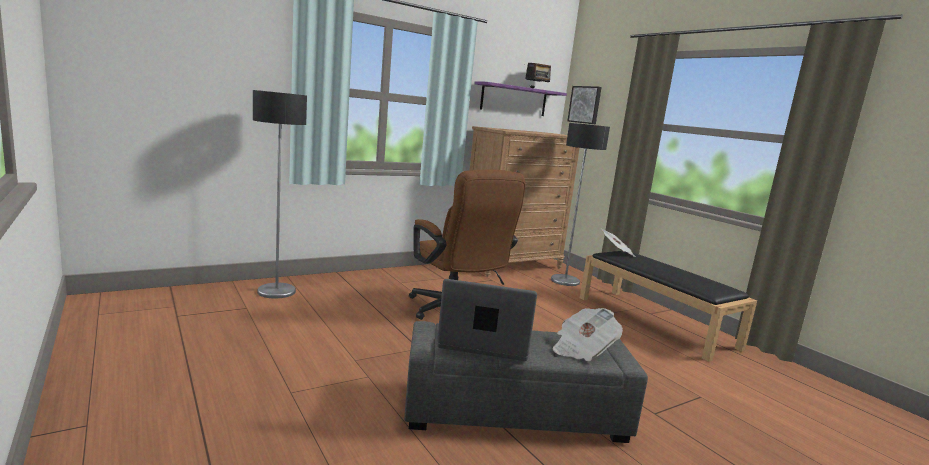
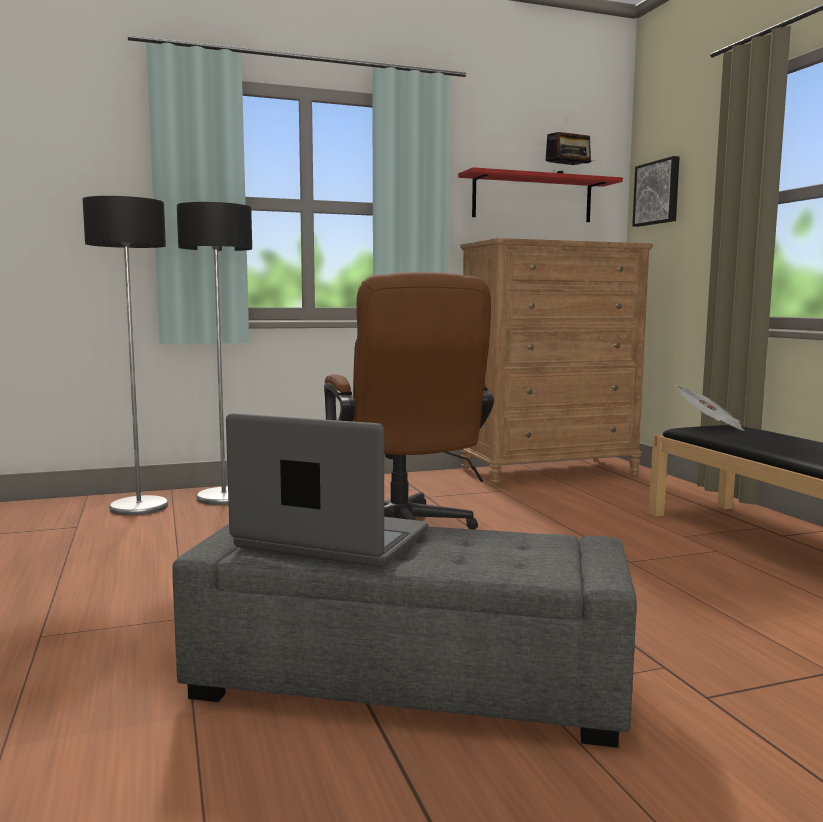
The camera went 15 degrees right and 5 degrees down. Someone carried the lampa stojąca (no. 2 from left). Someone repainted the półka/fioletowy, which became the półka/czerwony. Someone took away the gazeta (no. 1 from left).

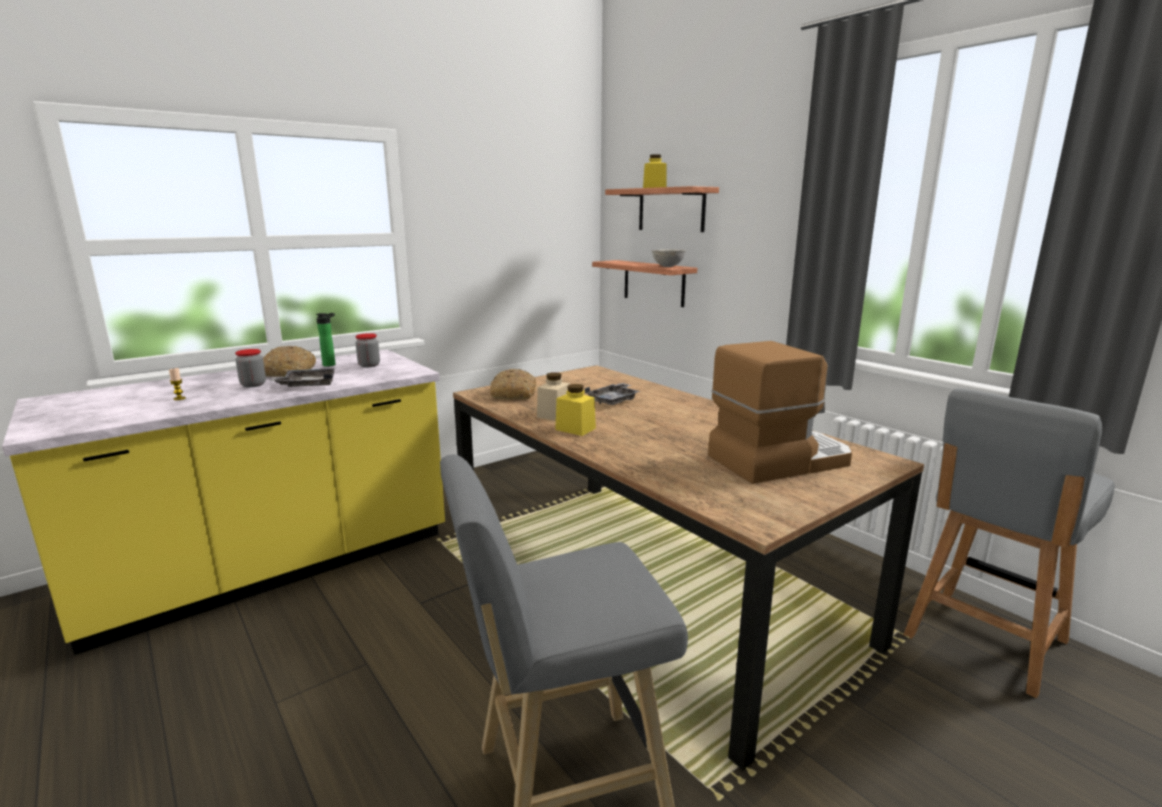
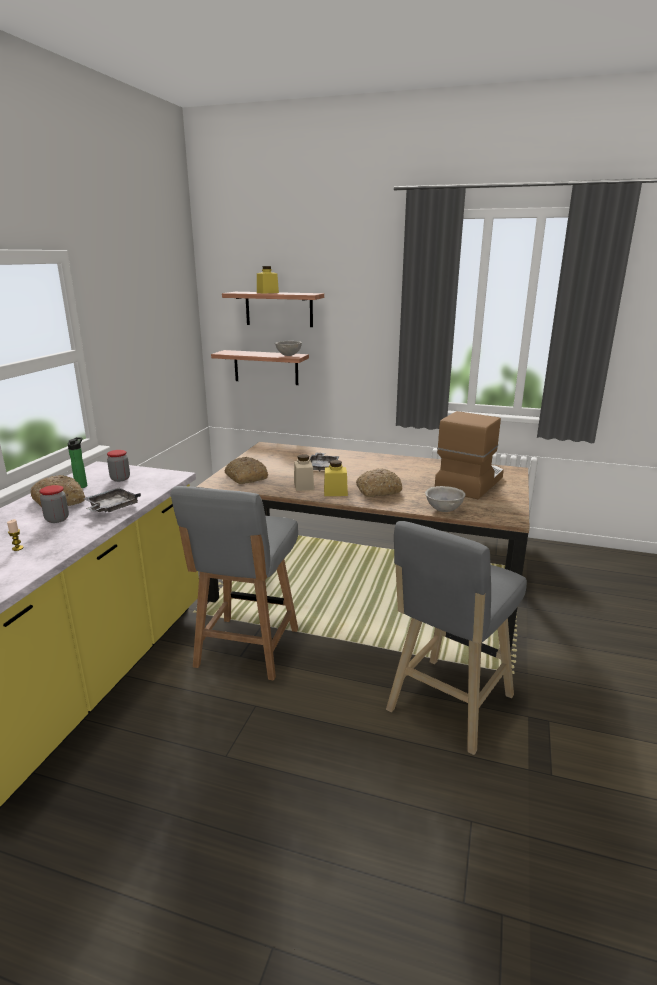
The camera went 35 degrees left and 5 degrees up. Someone carried the krzesło/szary. Someone put down the chleb (no. 3 from left). Someone put down the miska/szary (no. 2 from left).

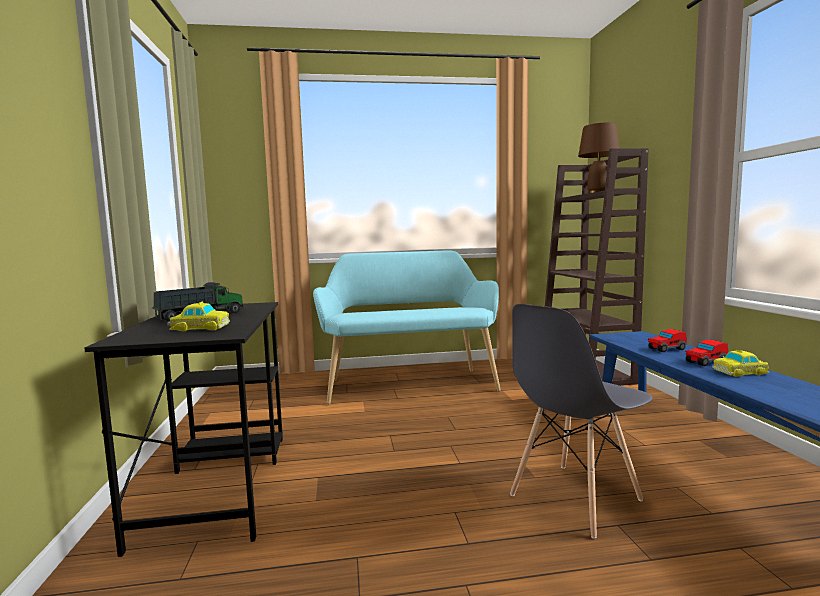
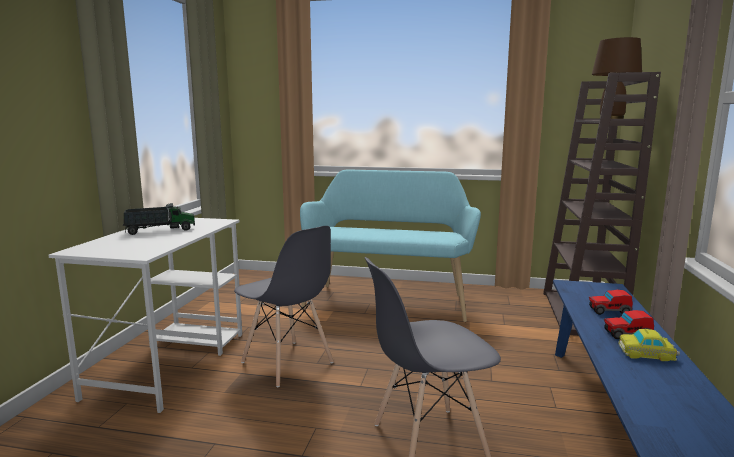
The camera went 20 degrees right and 5 degrees up. Someone repainted the biurko/czarny, which became the biurko/biały. Someone put down the krzesło/szary (no. 1 from left). Someone took away the samochodzik (no. 1 from left).

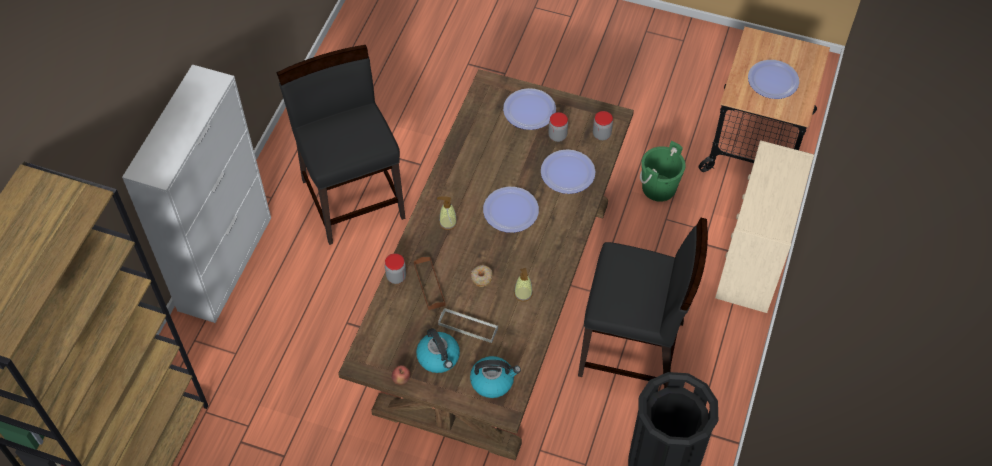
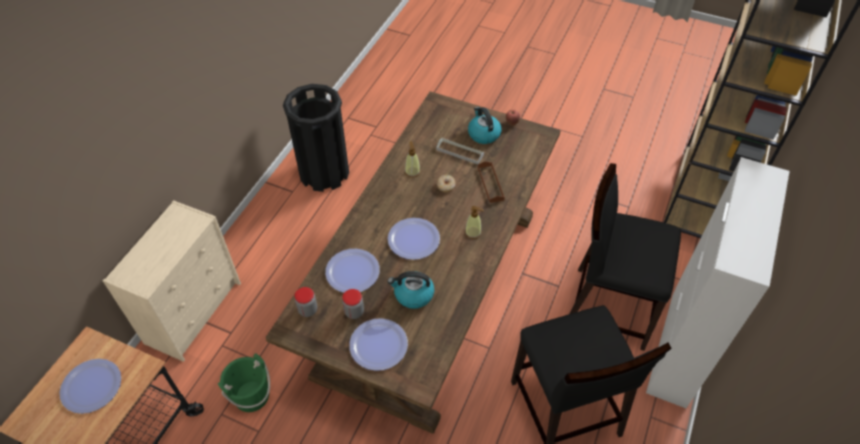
The camera went 175 degrees left and 5 degrees down. Someone carried the czajnik (no. 2 from left in the first image). Someone carried the krzesło/czarny (no. 2 from left). Someone took away the słoik (no. 1 from left).

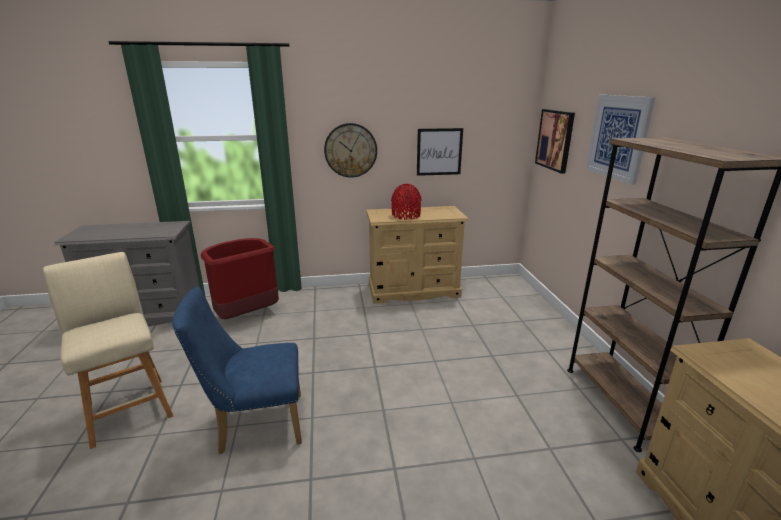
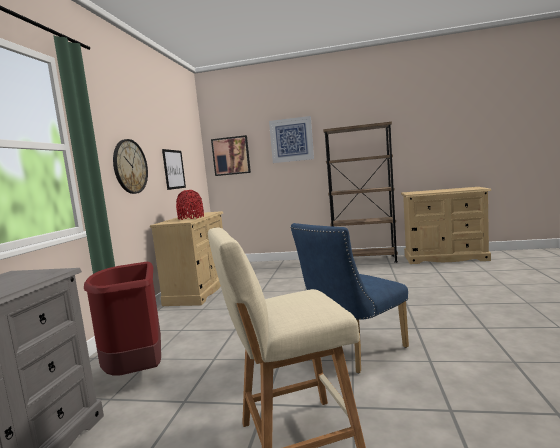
The camera went 70 degrees left and 15 degrees down. Someone rotated the krzesło/niebieski by 45 degrees clockwise.

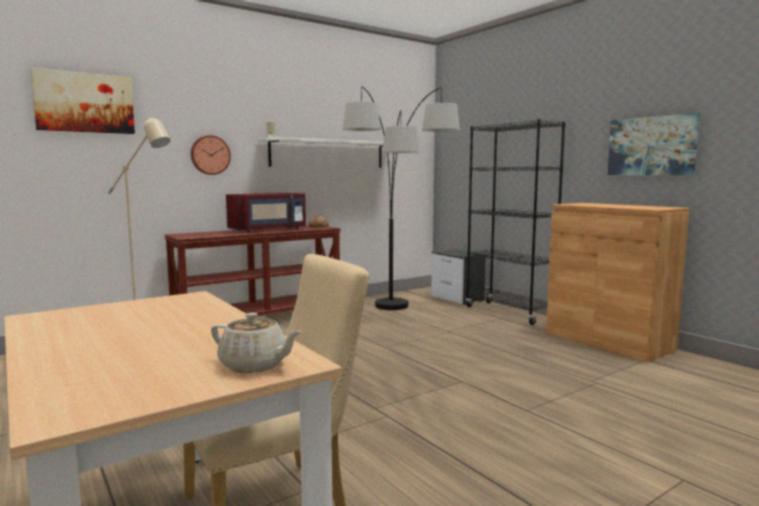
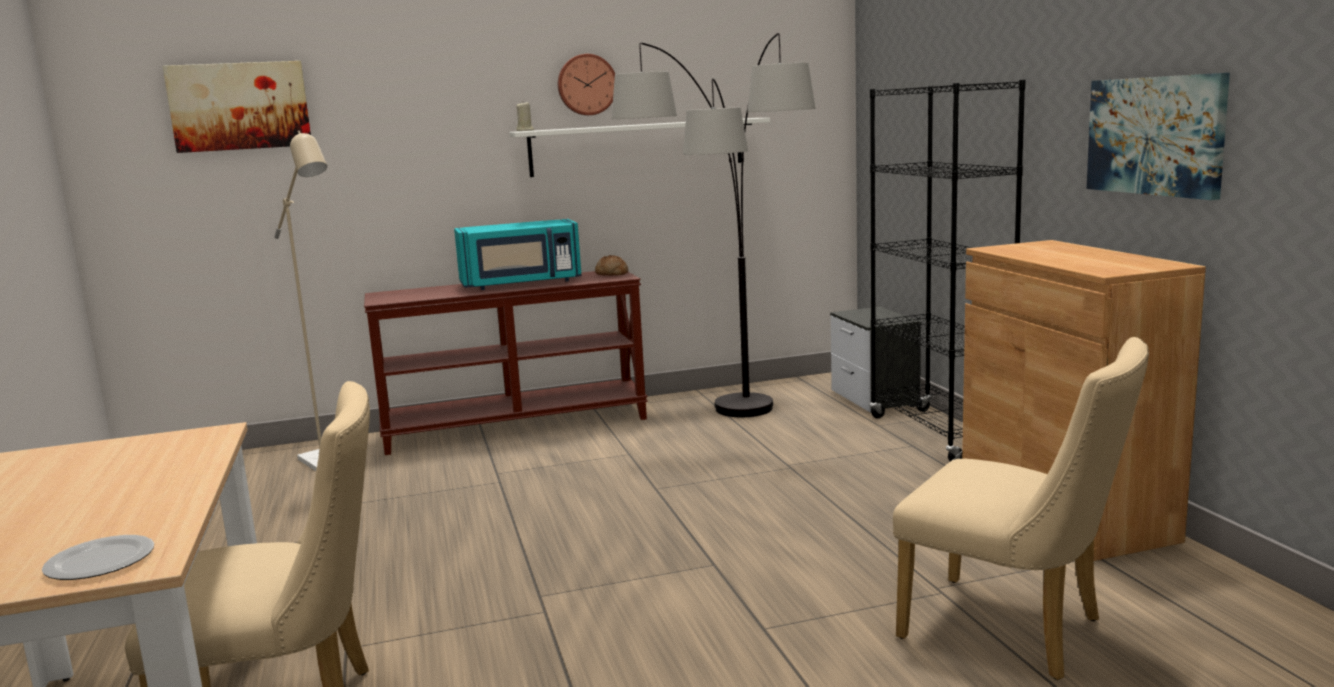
The camera went 20 degrees right and 5 degrees up. Someone swapped the imbryk/beżowy for the talerz. Someone repainted the mikrofalówka/czerwony, which became the mikrofalówka/turkusowy. Someone carried the zegar ścienny. Someone put down the krzesło/beżowy (no. 2 from left).

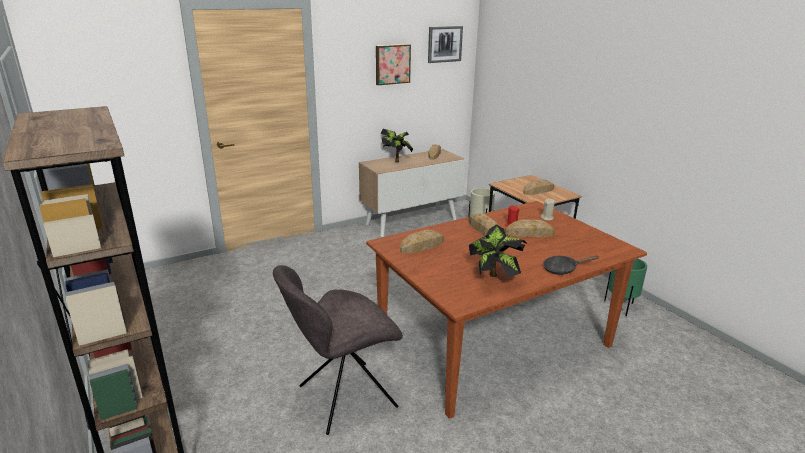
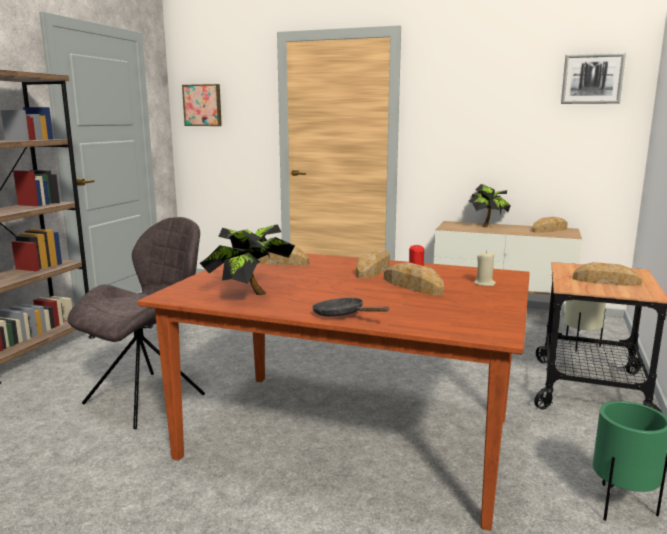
The camera went 50 degrees right and 10 degrees down. Someone rotated the krzesło/szary by 105 degrees clockwise. Someone carried the obraz (no. 1 from left).

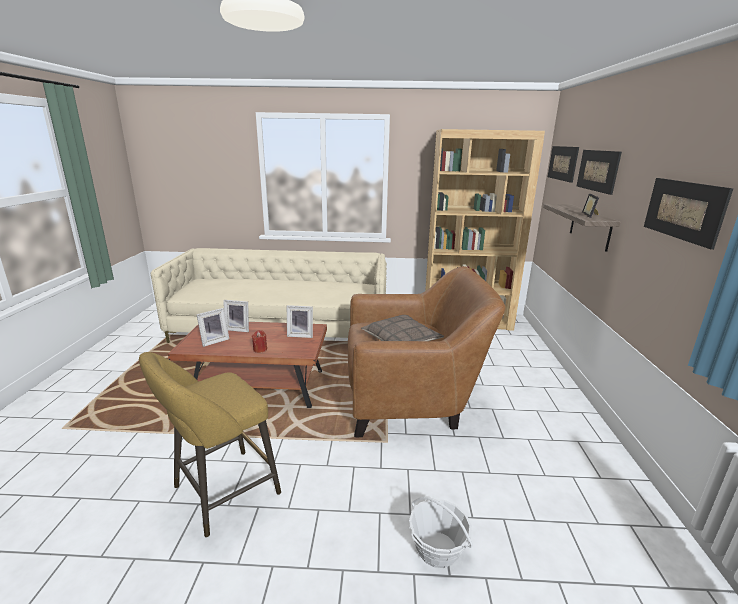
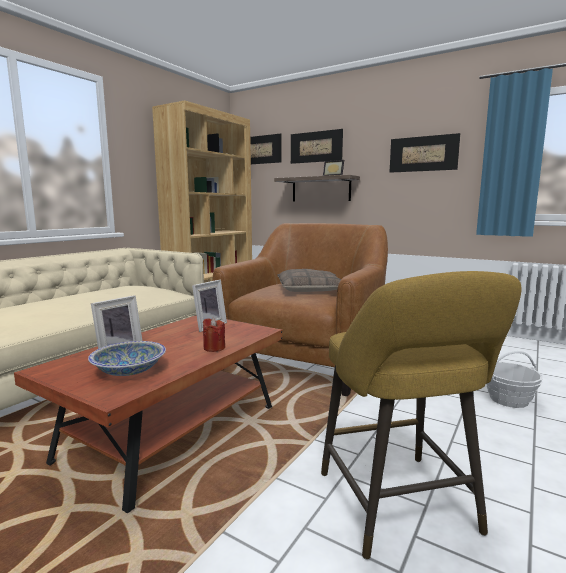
The camera went 60 degrees left and 10 degrees down. Someone swapped the ramka na zdjęcie (no. 1 from left) for the miska.

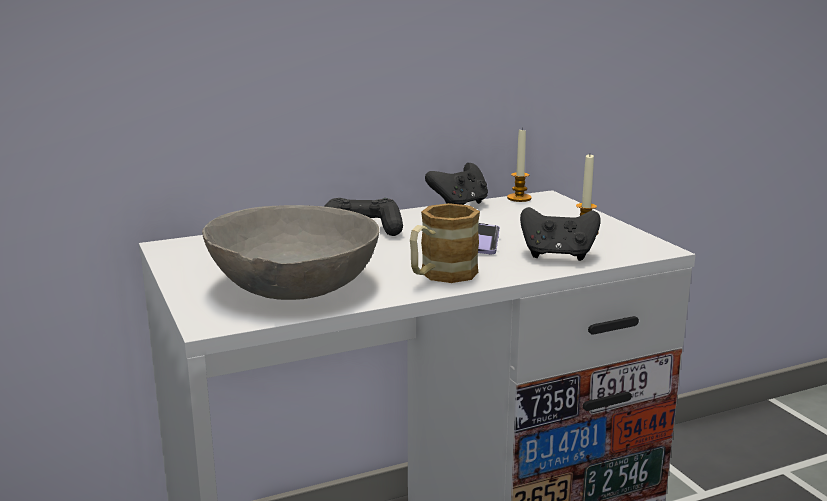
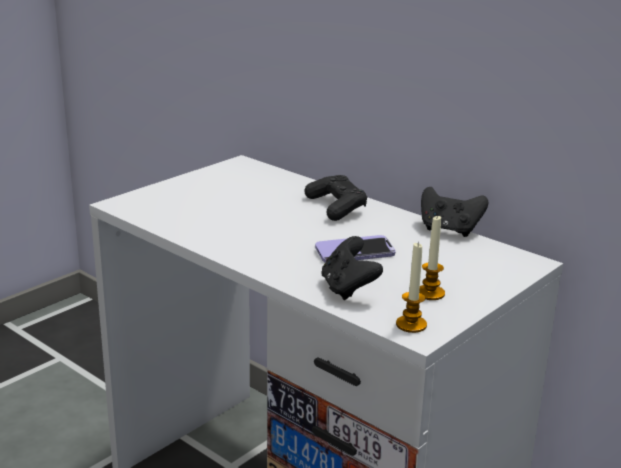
The camera went 65 degrees right and 5 degrees up. Someone carried the świeca (no. 1 from left). Someone took away the miska/szary. Someone took away the kubek.

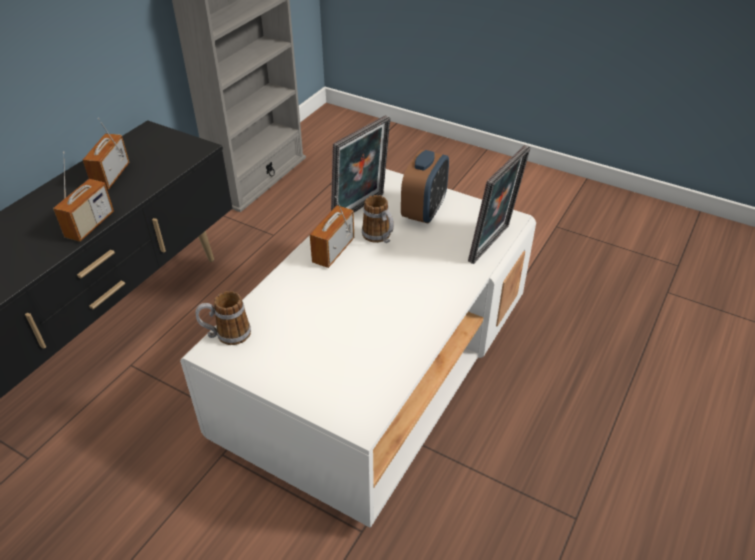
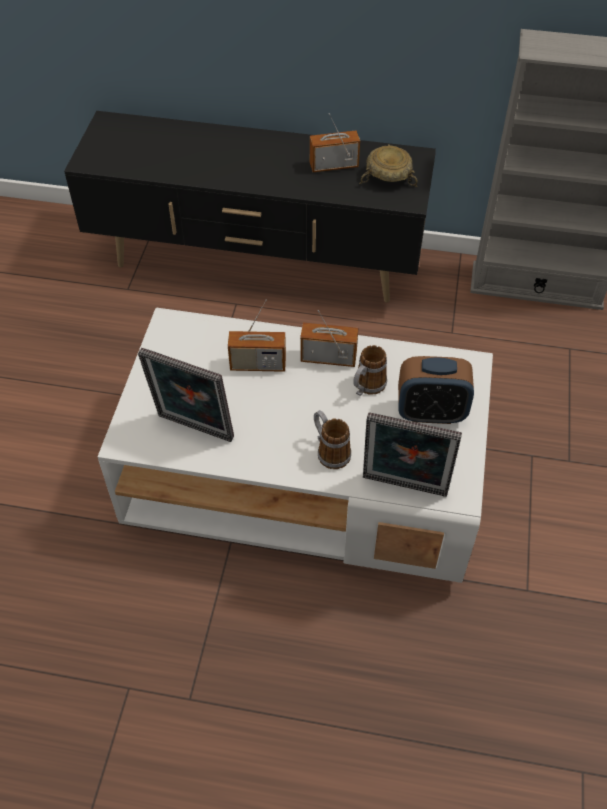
The camera went 70 degrees right and 10 degrees up. Someone carried the ramka na zdjęcie (no. 1 from left). Someone carried the radio (no. 1 from left). Someone carried the kubek (no. 1 from left). Someone put down the miska/beżowy.

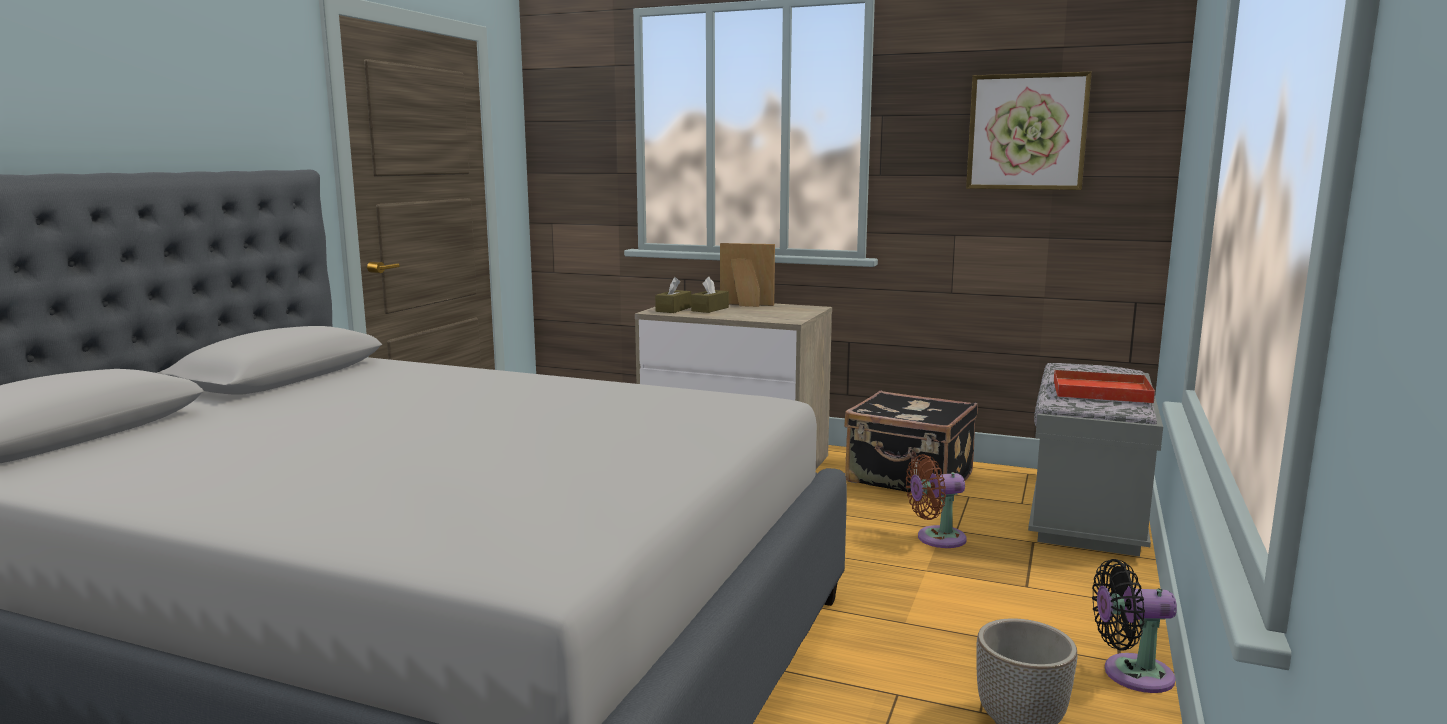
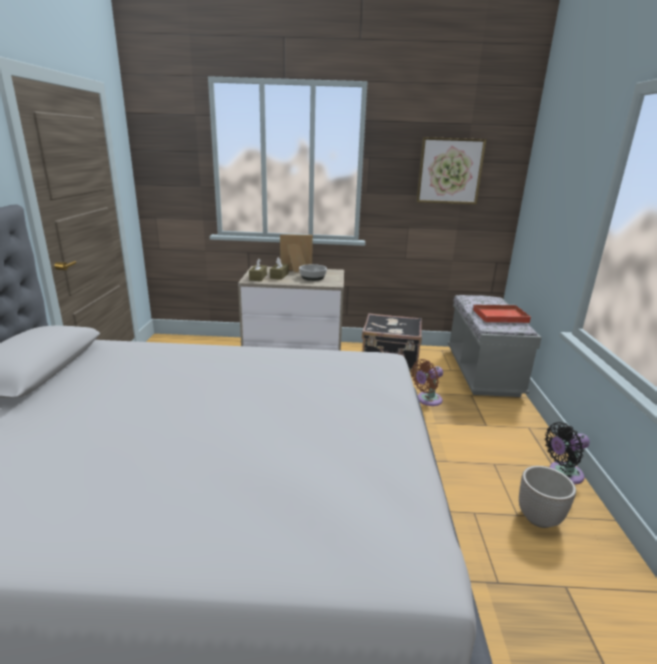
The camera went 20 degrees left and 10 degrees up. Someone put down the miska.

